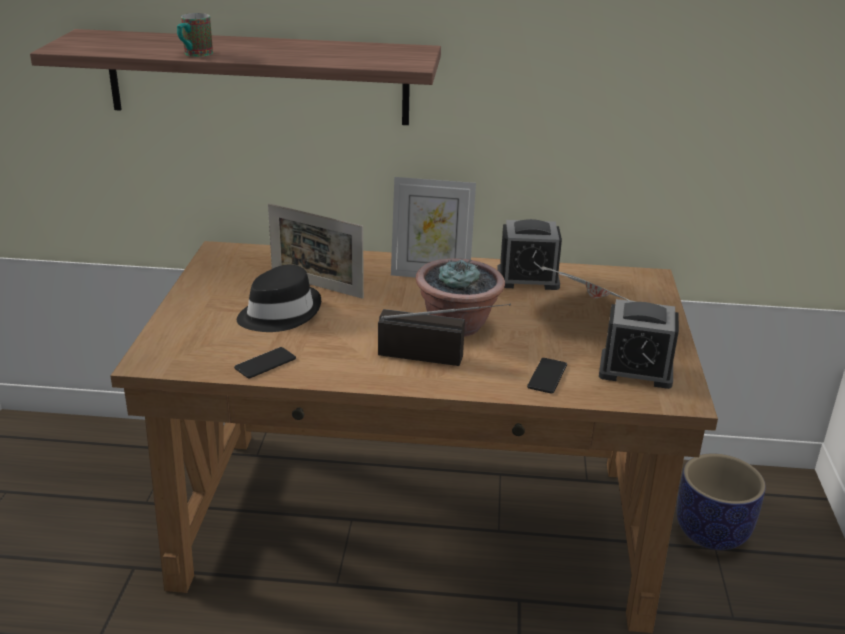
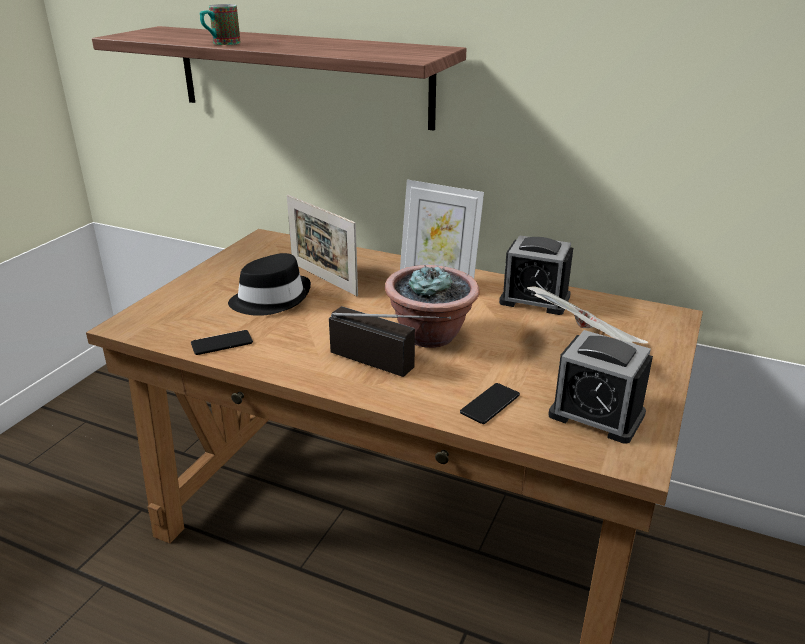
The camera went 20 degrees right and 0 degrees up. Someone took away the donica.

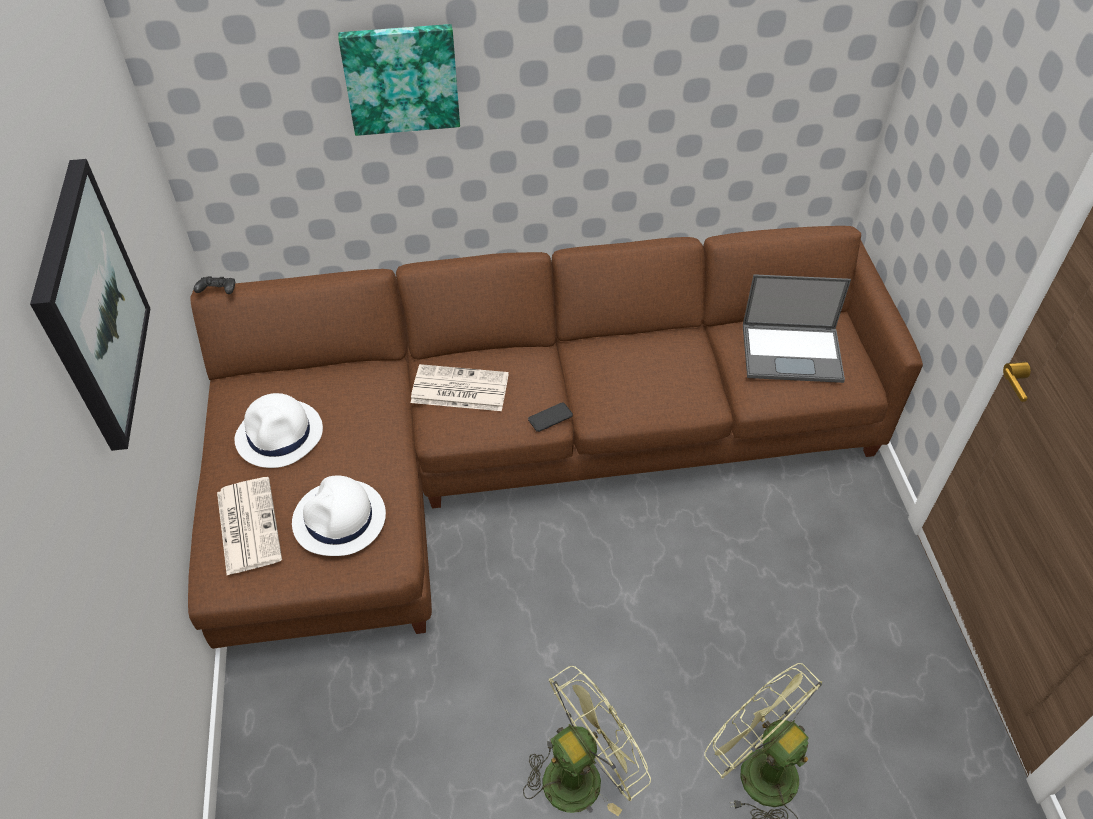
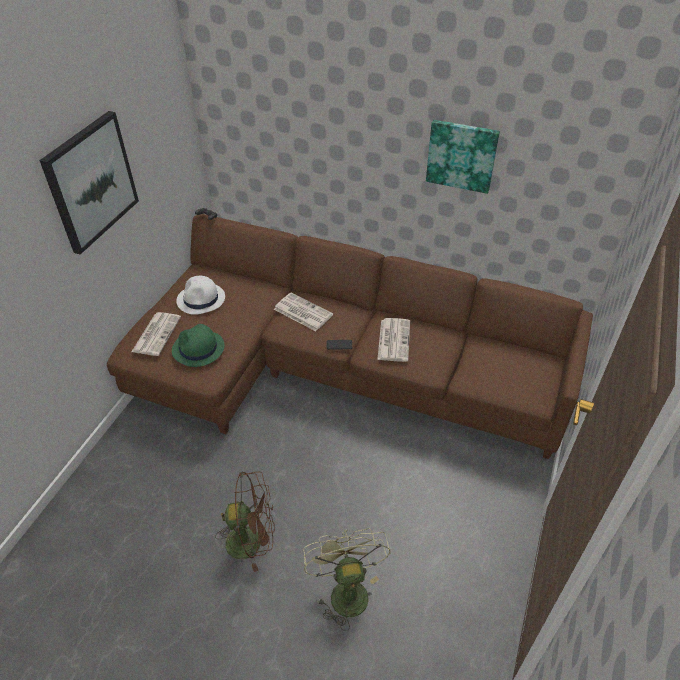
The camera went 30 degrees right and 5 degrees down. Someone repainted the kapelusz/biały (no. 2 from left), which became the kapelusz/zielony. Someone repainted the wentylator/zielony (no. 1 from left), which became the wentylator/brązowy. Someone put down the gazeta (no. 3 from left). Someone carried the obraz (no. 2 from left). Someone took away the laptop.

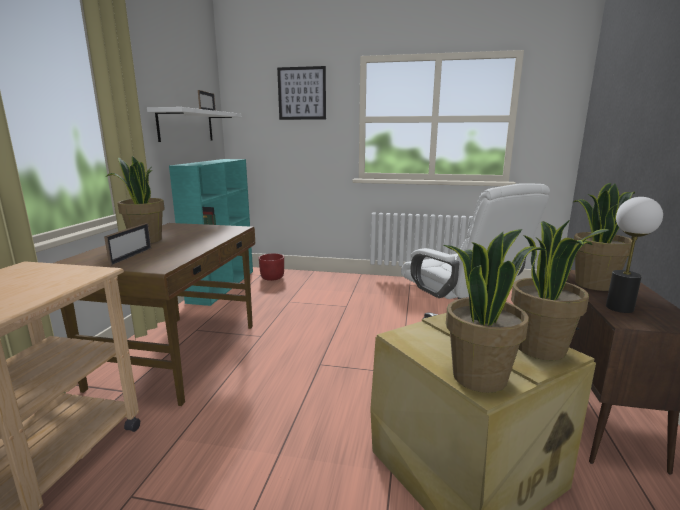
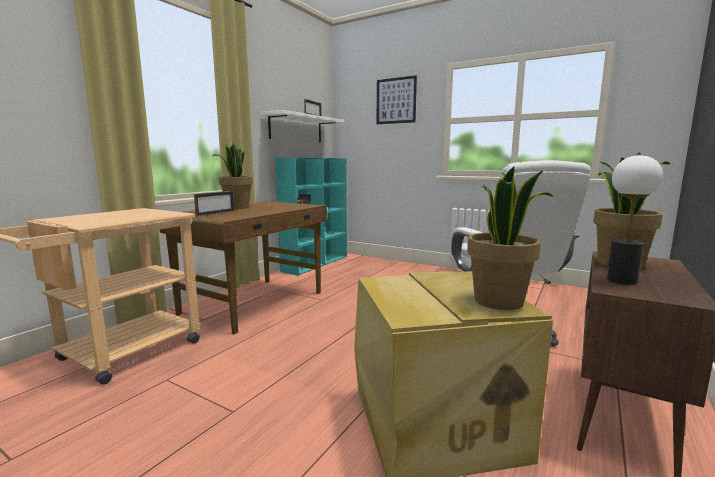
The camera went 20 degrees right and 5 degrees down. Someone took away the donica/czerwony. Someone took away the roślina doniczkowa (no. 2 from left).

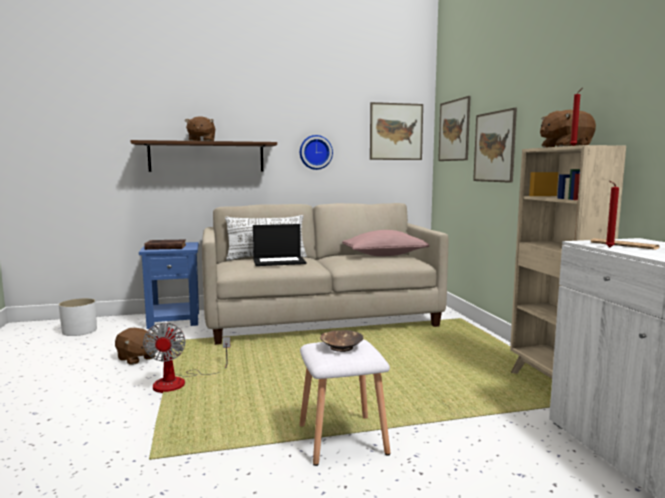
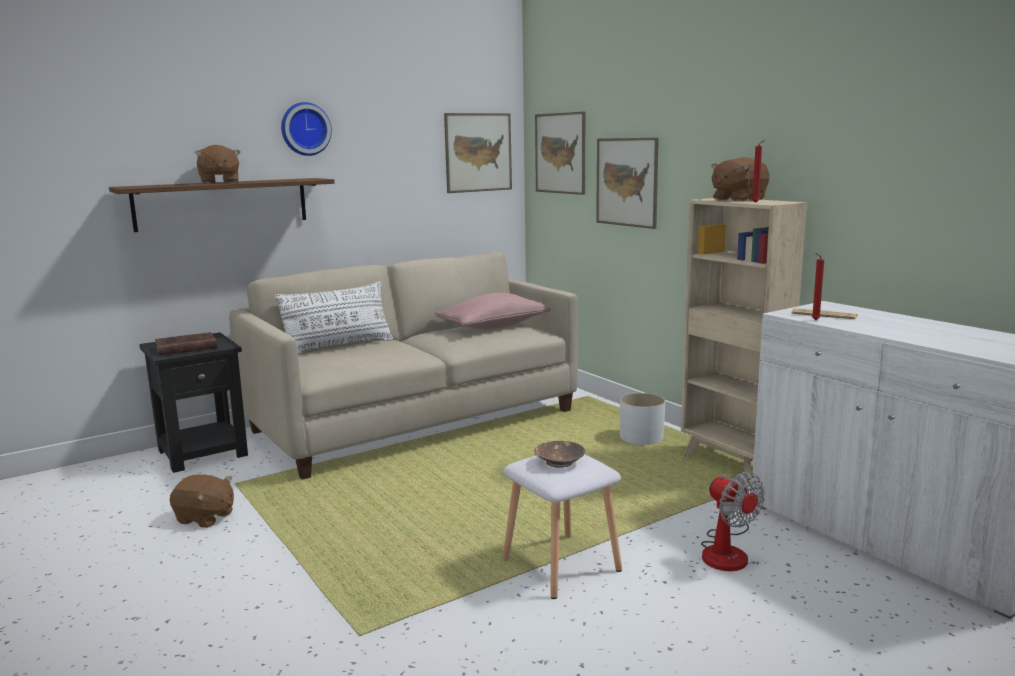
The camera went 20 degrees left and 5 degrees up. Someone repainted the stolik/niebieski, which became the stolik/czarny. Someone carried the zegar ścienny. Someone carried the donica/biały. Someone carried the wentylator. Someone took away the laptop.

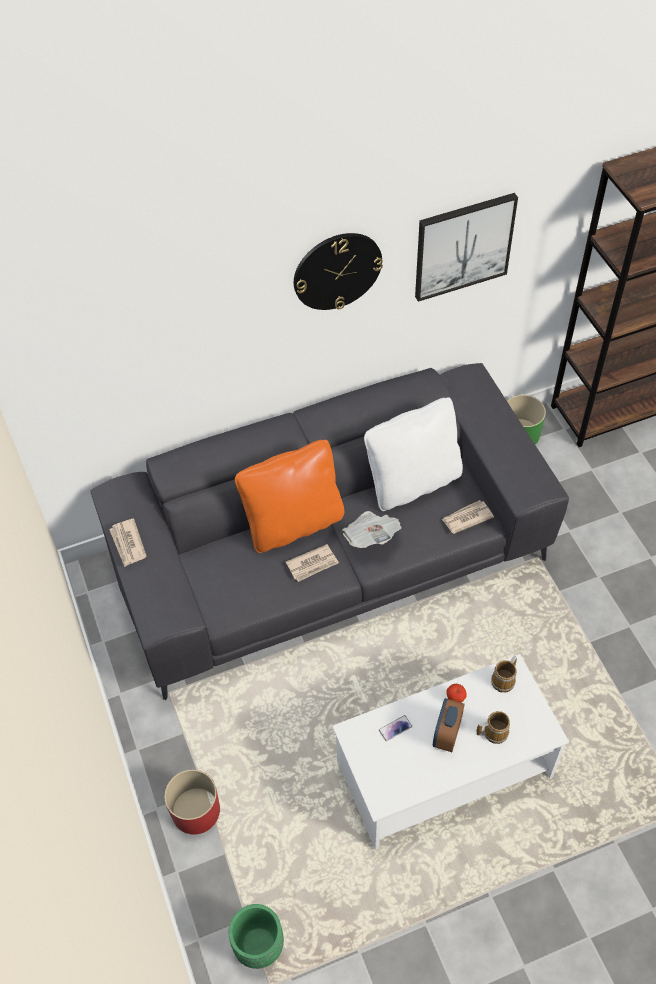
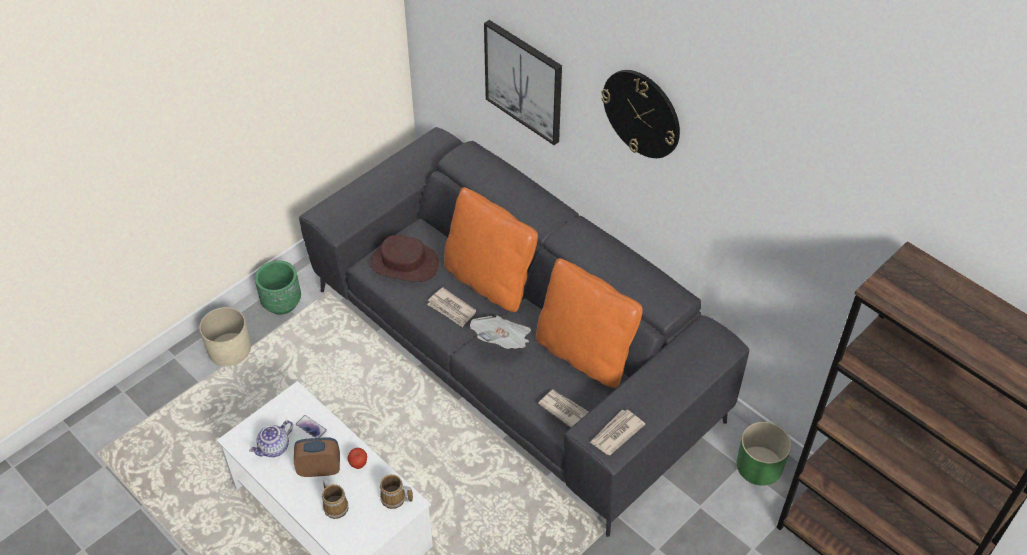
The camera went 65 degrees right and 5 degrees down. Someone repainted the donica/czerwony, which became the donica/beżowy. Someone put down the imbryk. Someone carried the donica/zielony (no. 1 from left). Someone put down the kapelusz/brązowy. Someone carried the obraz. Someone repainted the poduszka/biały, which became the poduszka/pomarańczowy (no. 2 from left). Someone carried the gazeta (no. 1 from left in the first image).

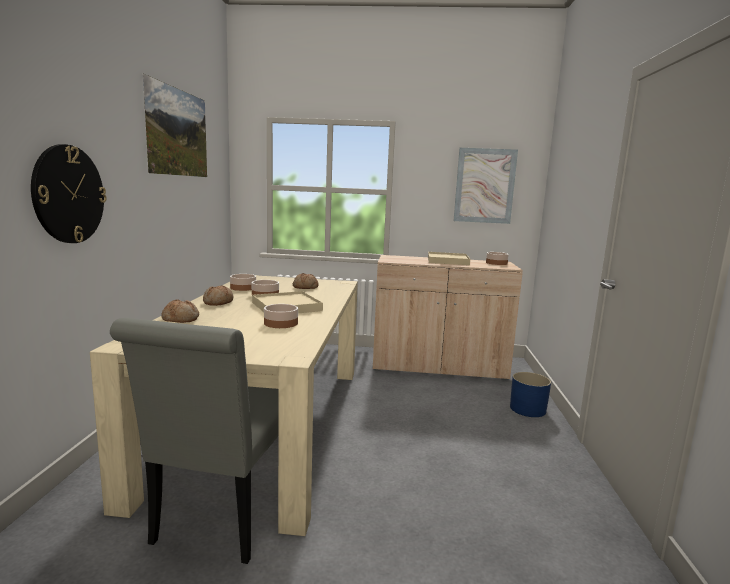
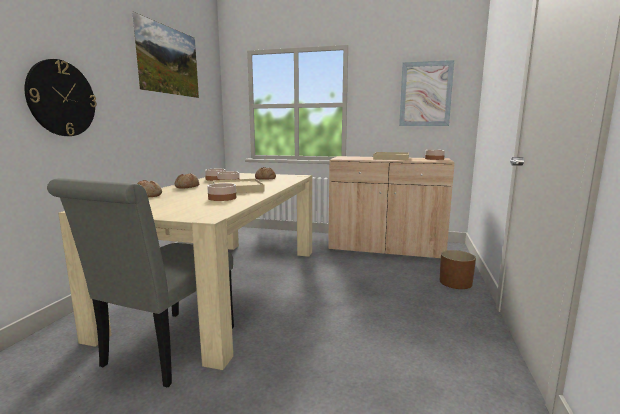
The camera went 10 degrees right and 0 degrees up. Someone repainted the donica/niebieski, which became the donica/brązowy.

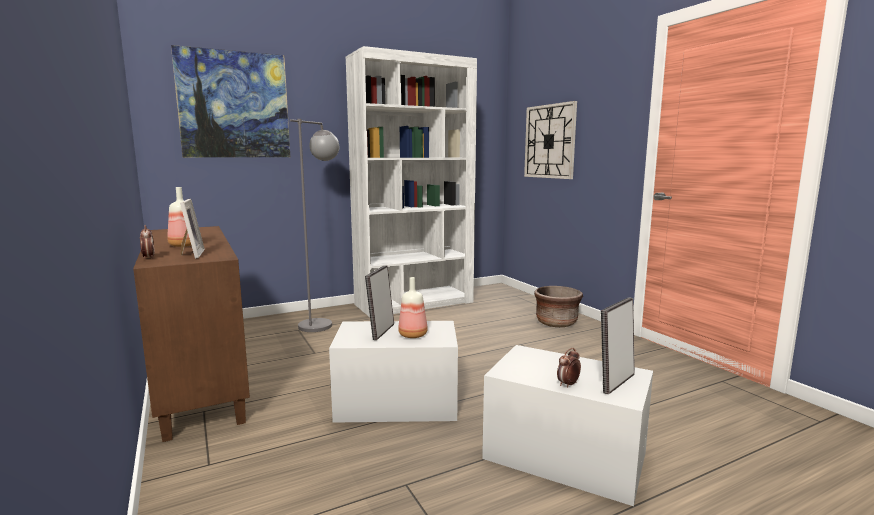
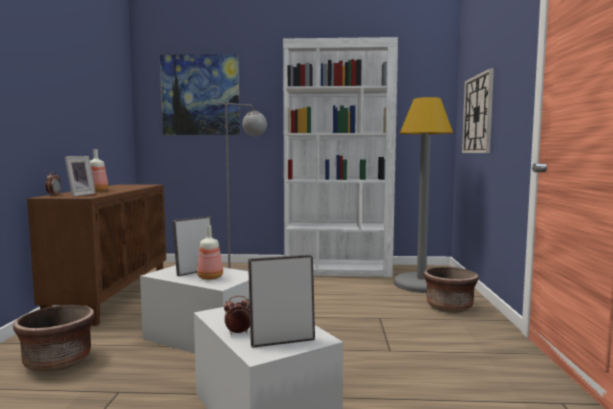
The camera went 30 degrees right and 5 degrees down. Someone put down the donica/brązowy (no. 1 from left). Someone put down the lampa stojąca/szary (no. 2 from left).

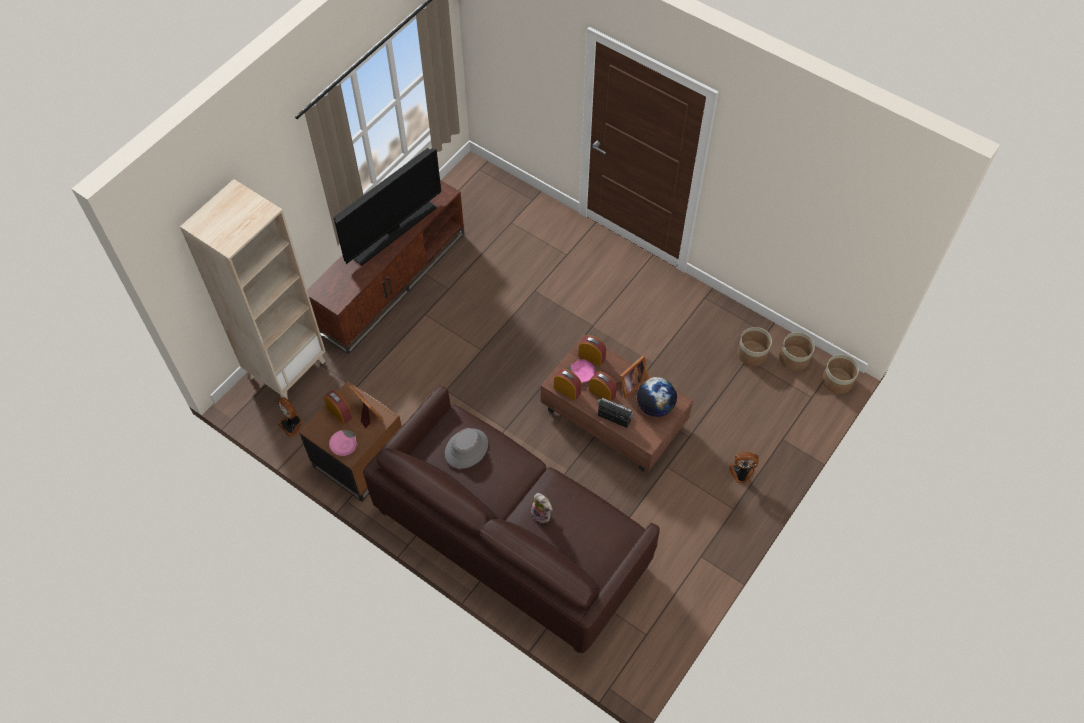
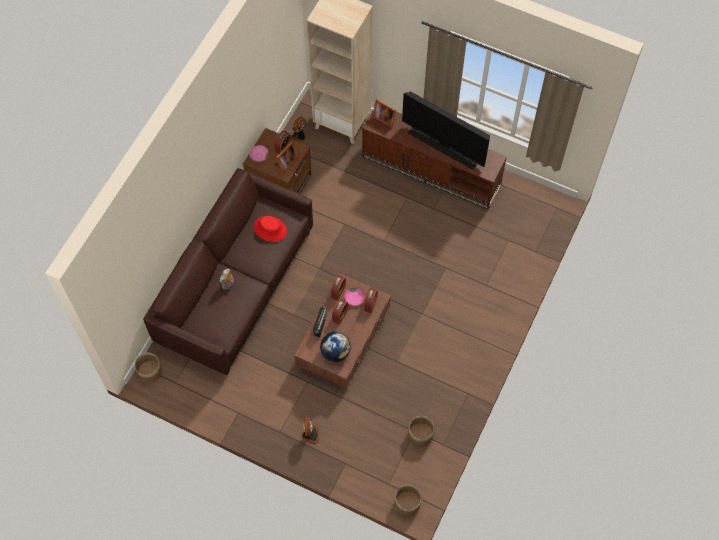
The camera went 80 degrees right and 5 degrees up. Someone carried the donica (no. 2 from left in the first image). Someone repainted the kapelusz/szary, which became the kapelusz/czerwony. Someone carried the ramka na zdjęcie (no. 2 from left).

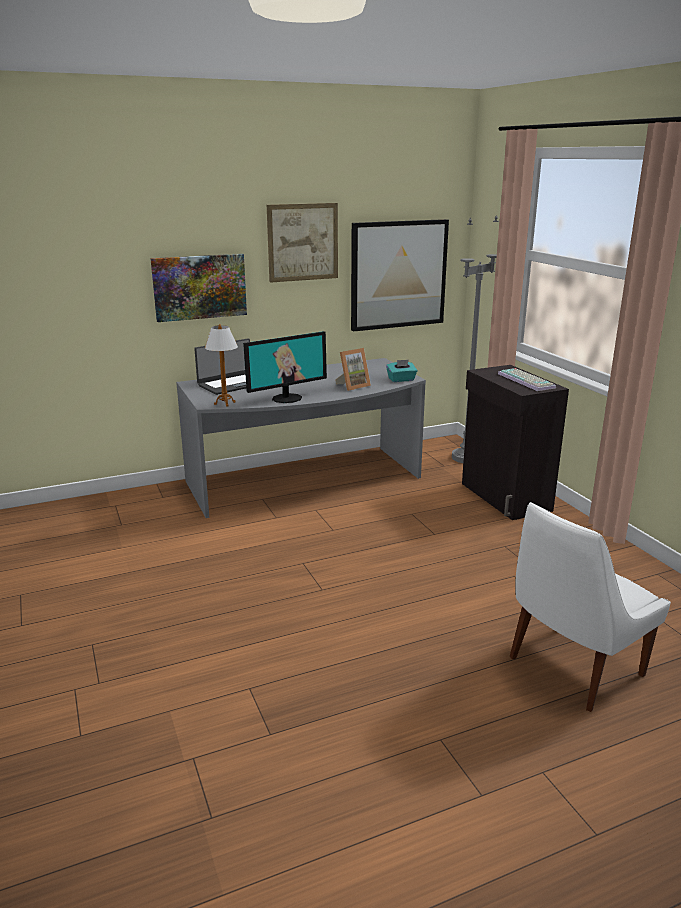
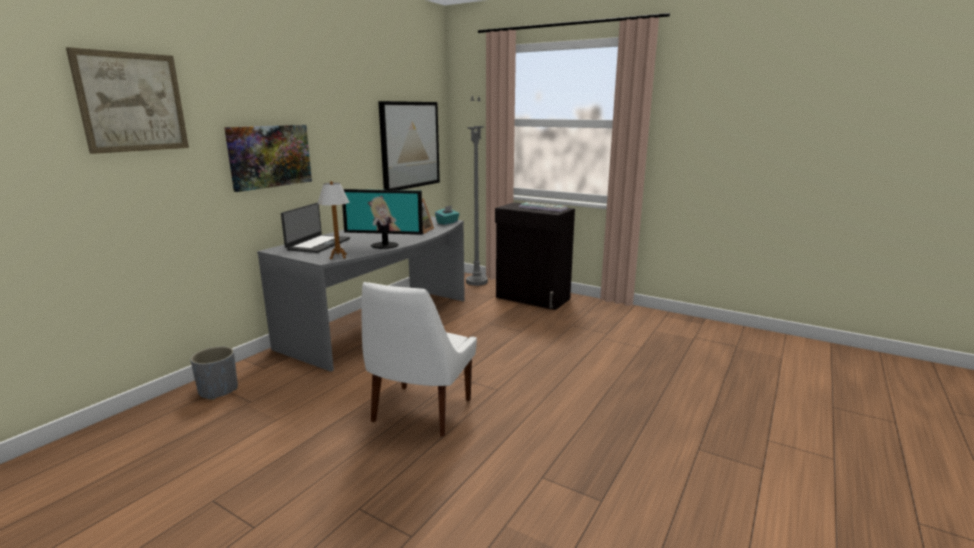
The camera went 35 degrees left and 5 degrees down. Someone carried the obraz (no. 2 from left in the first image). Someone put down the donica/szary. Someone rotated the monitor by 75 degrees clockwise. Someone carried the krzesło/biały.

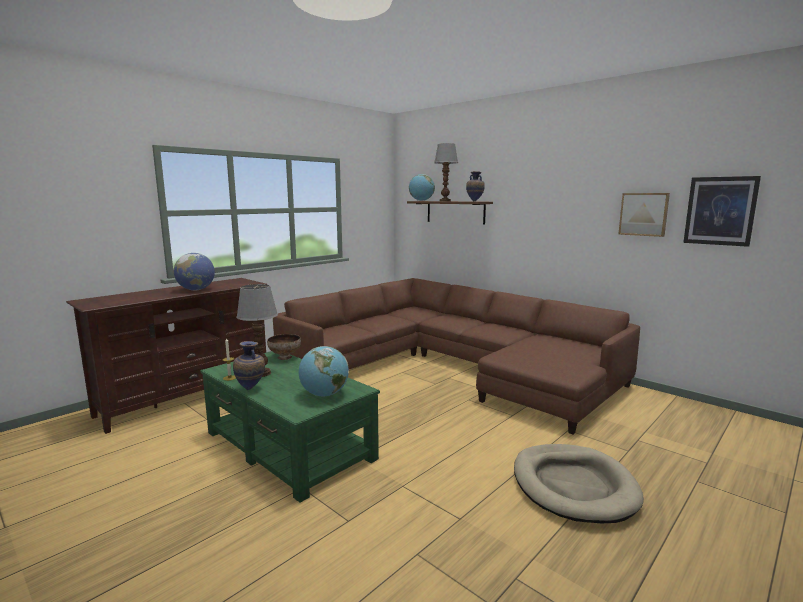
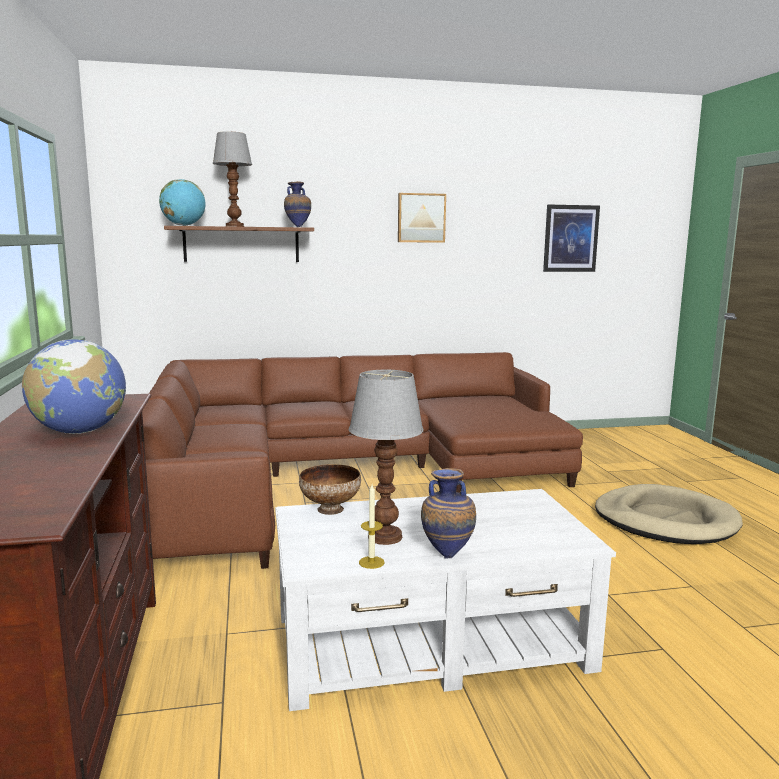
The camera went 55 degrees left and 0 degrees up. Someone repainted the ława/zielony, which became the ława/biały. Someone carried the obraz (no. 1 from left). Someone took away the globus (no. 2 from left).

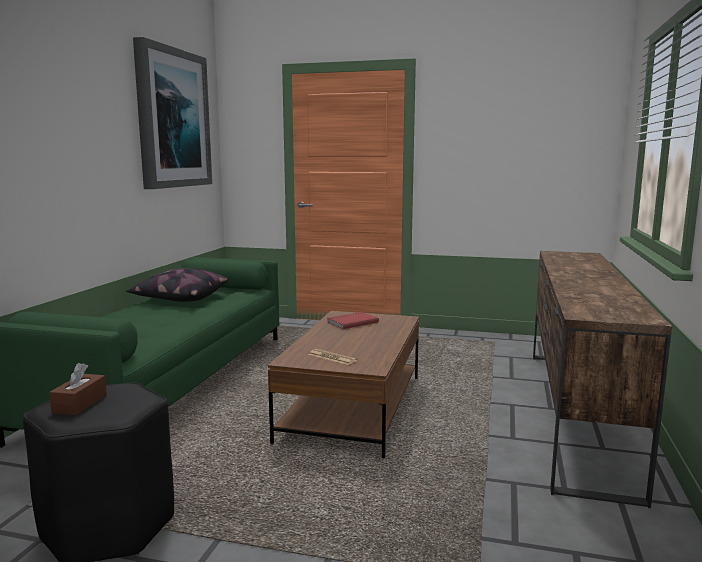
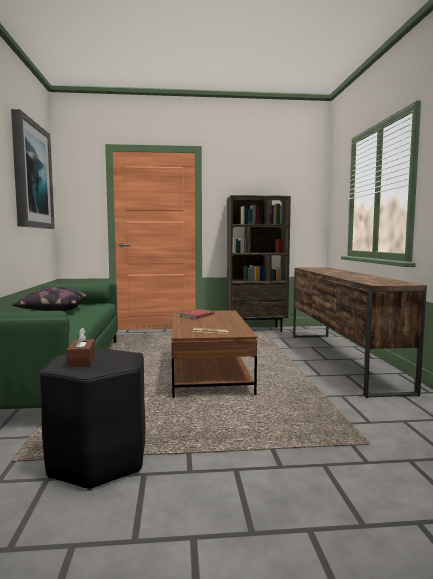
The camera went 20 degrees left and 5 degrees down. Someone put down the regał/brązowy.

